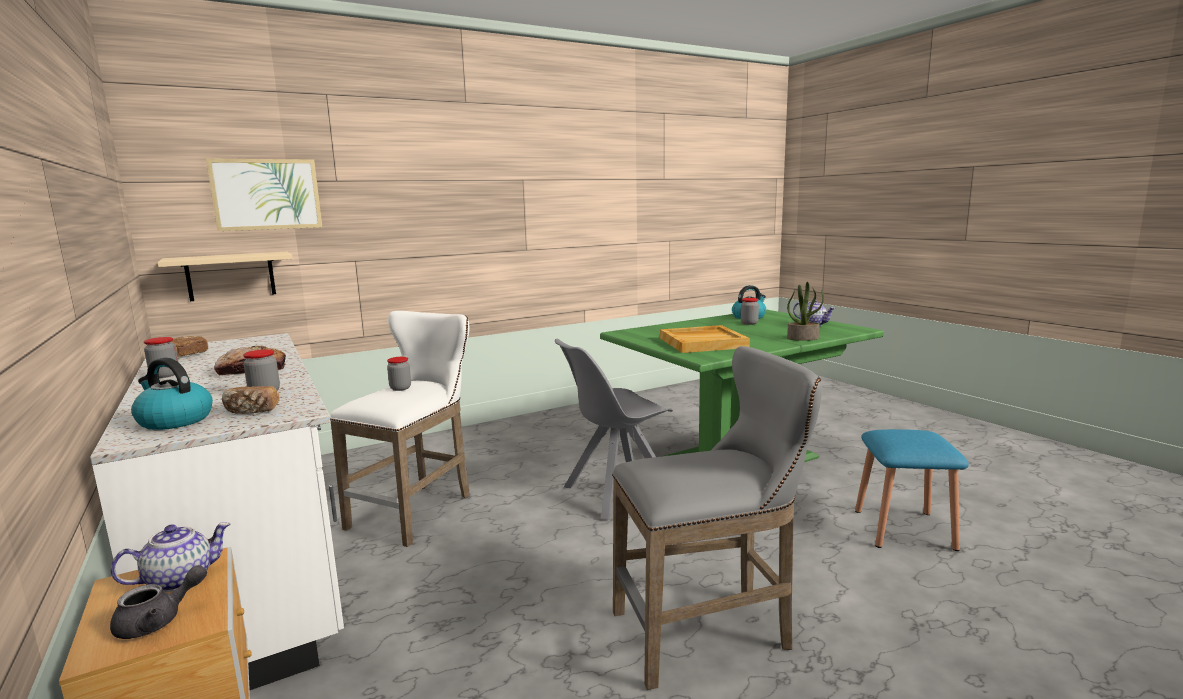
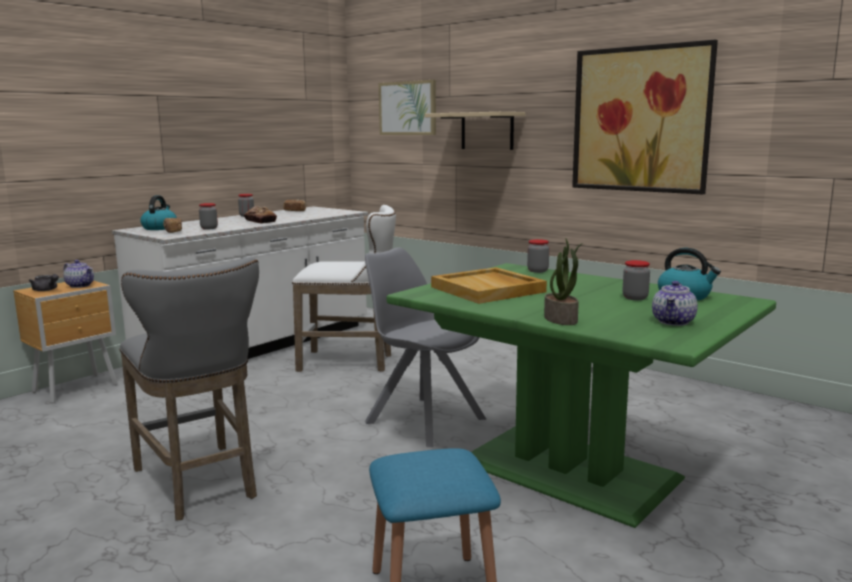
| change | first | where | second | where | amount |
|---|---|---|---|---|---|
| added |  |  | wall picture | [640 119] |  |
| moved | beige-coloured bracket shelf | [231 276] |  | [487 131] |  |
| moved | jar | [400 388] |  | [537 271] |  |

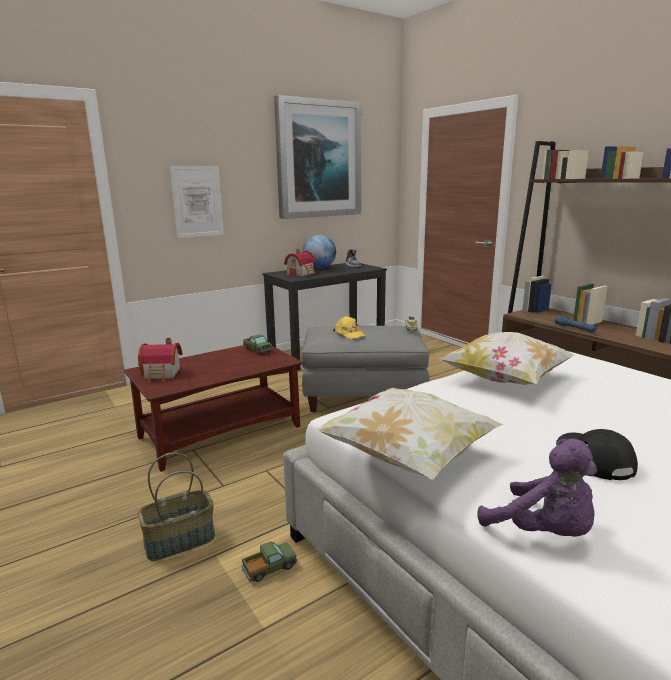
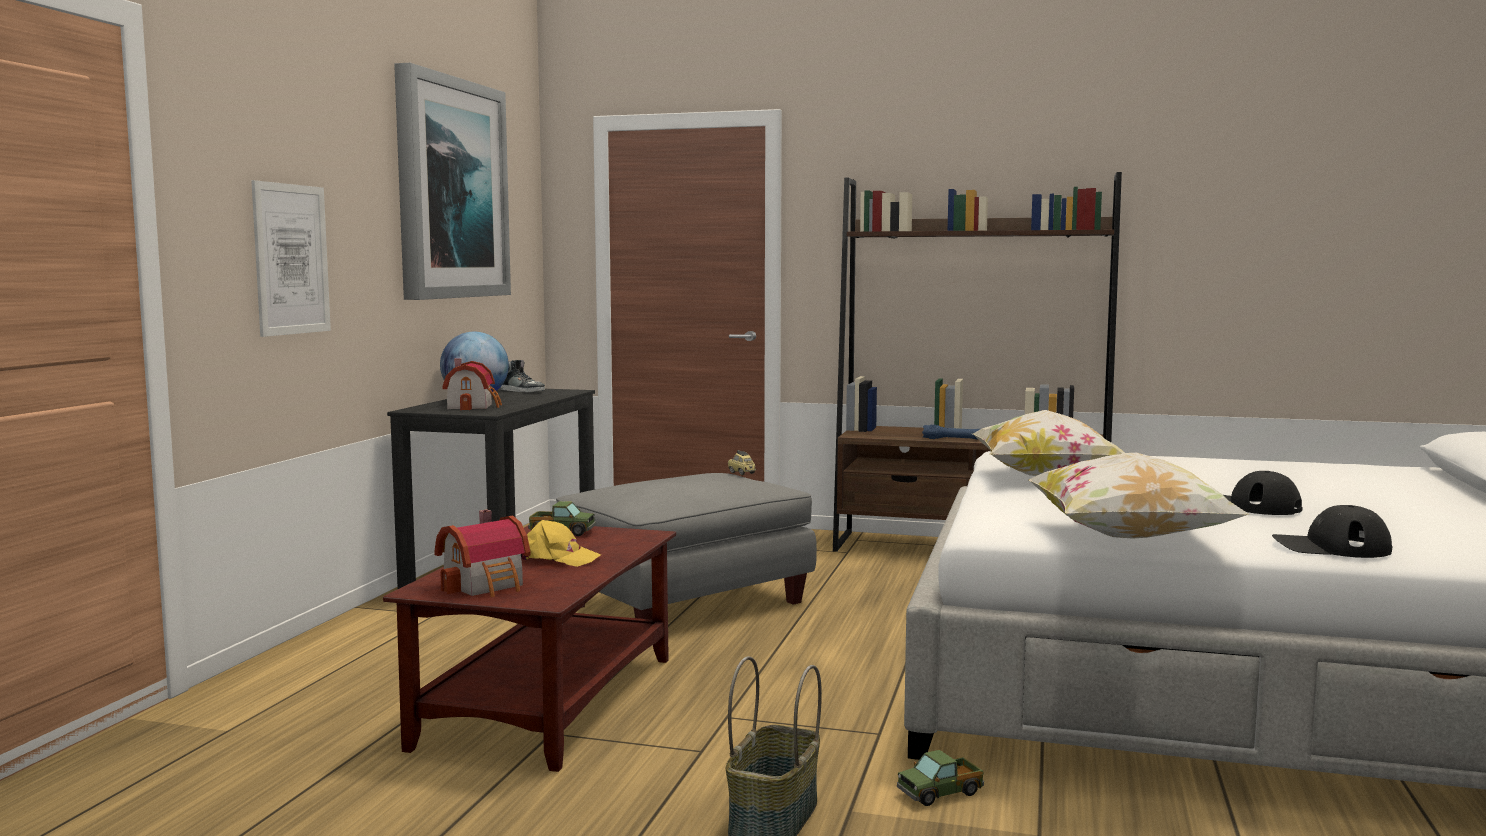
| change | first | where | second | where | amount |
|---|---|---|---|---|---|
| moved | yellow-coloured baseball cap | [349 334] |  | [557 558] |  |
| replaced | purple-coloured plush toy | [543 532] | black-coloured baseball cap | [1330 547] |  |
| turned | toy truck | [269 568] |  | [940 793] | 135 degrees counterclockwise |

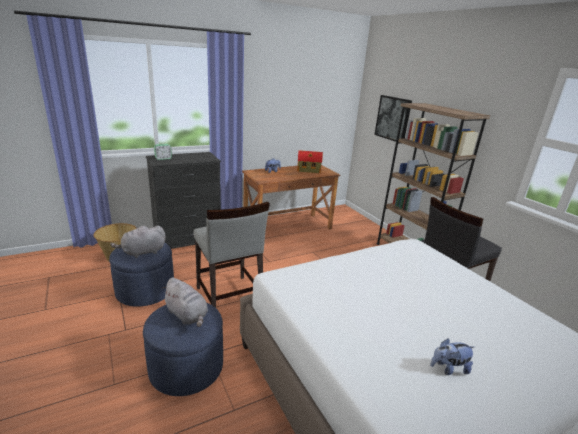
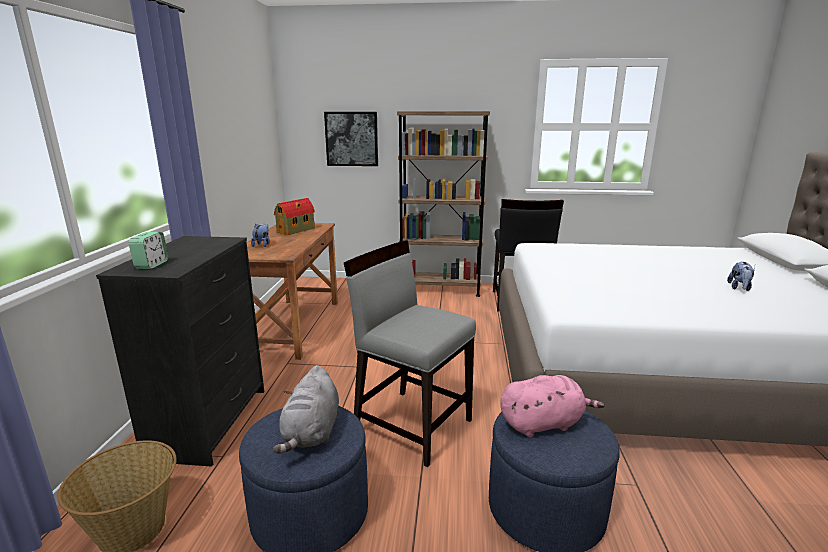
| change | first | where | second | where | amount |
|---|---|---|---|---|---|
| recoloured | grey plush toy | [187 315] | pink-coloured plush toy | [543 423] |  |
| turned | grey plain chair | [229 297] |  | [412 424] | 150 degrees counterclockwise |

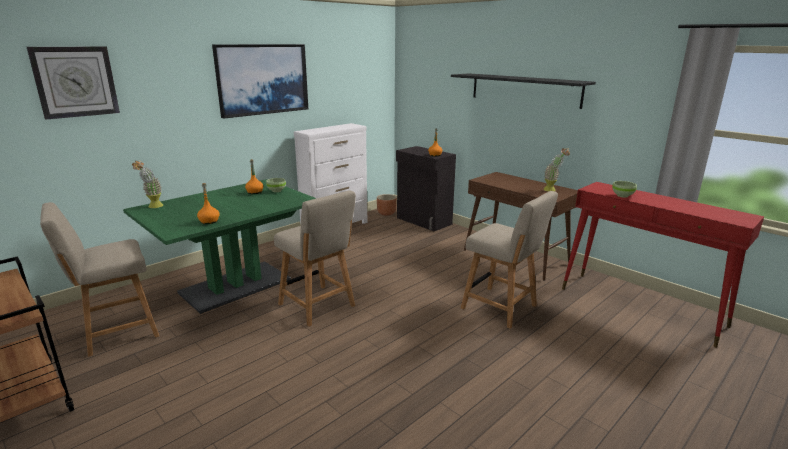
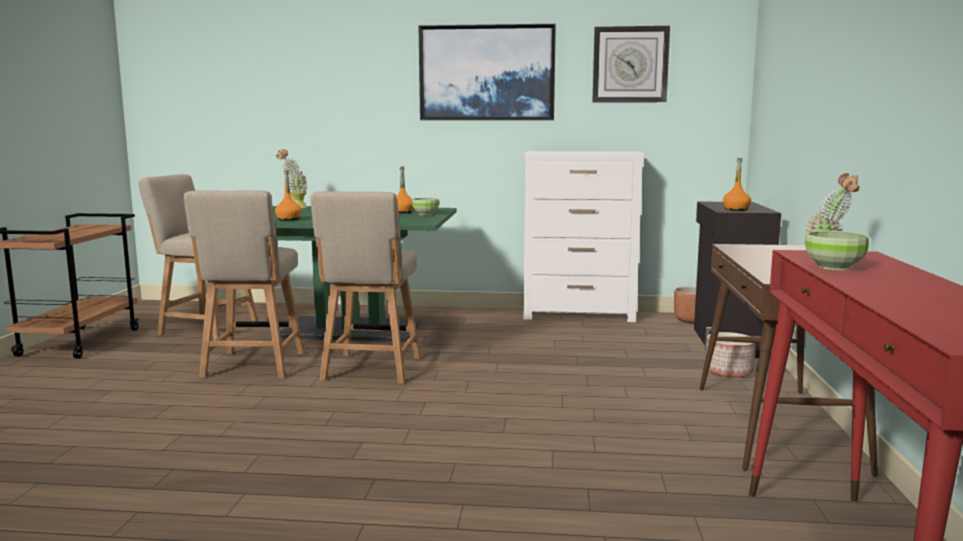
| change | first | where | second | where | amount |
|---|---|---|---|---|---|
| removed | black-coloured bracket shelf | [524 90] |  |  |  |
| added |  |  | plant pot | [728 372] |  |
| moved | hanging clock | [75 82] |  | [630 64] |  |
| moved | beige-coloured plain chair | [502 308] |  | [252 366] |  |

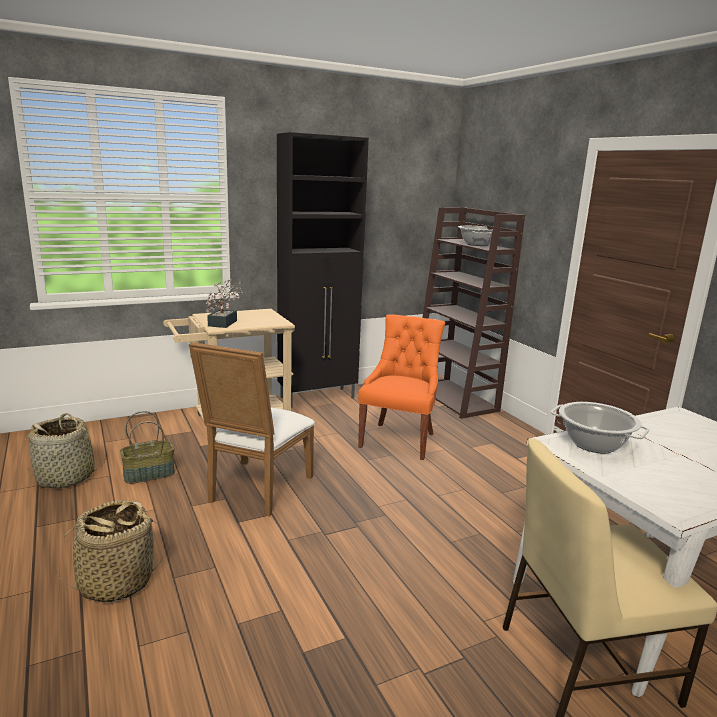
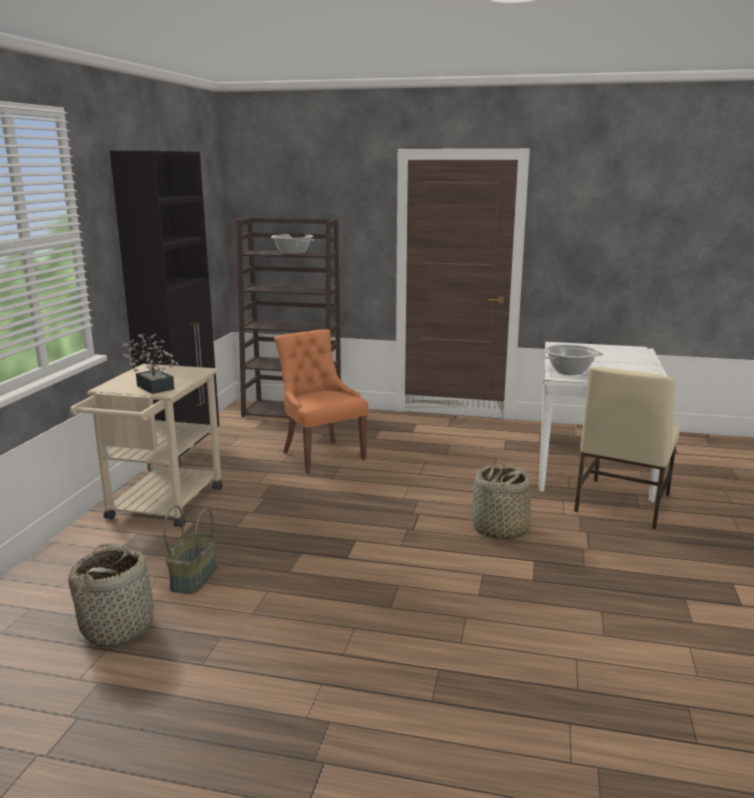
| change | first | where | second | where | amount |
|---|---|---|---|---|---|
| removed | white-coloured plain chair | [256 490] |  |  |  |
| moved | household basket | [116 582] |  | [499 529] |  |

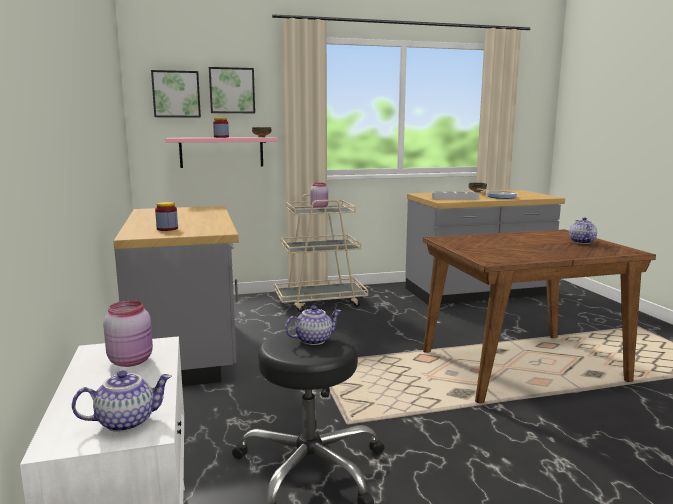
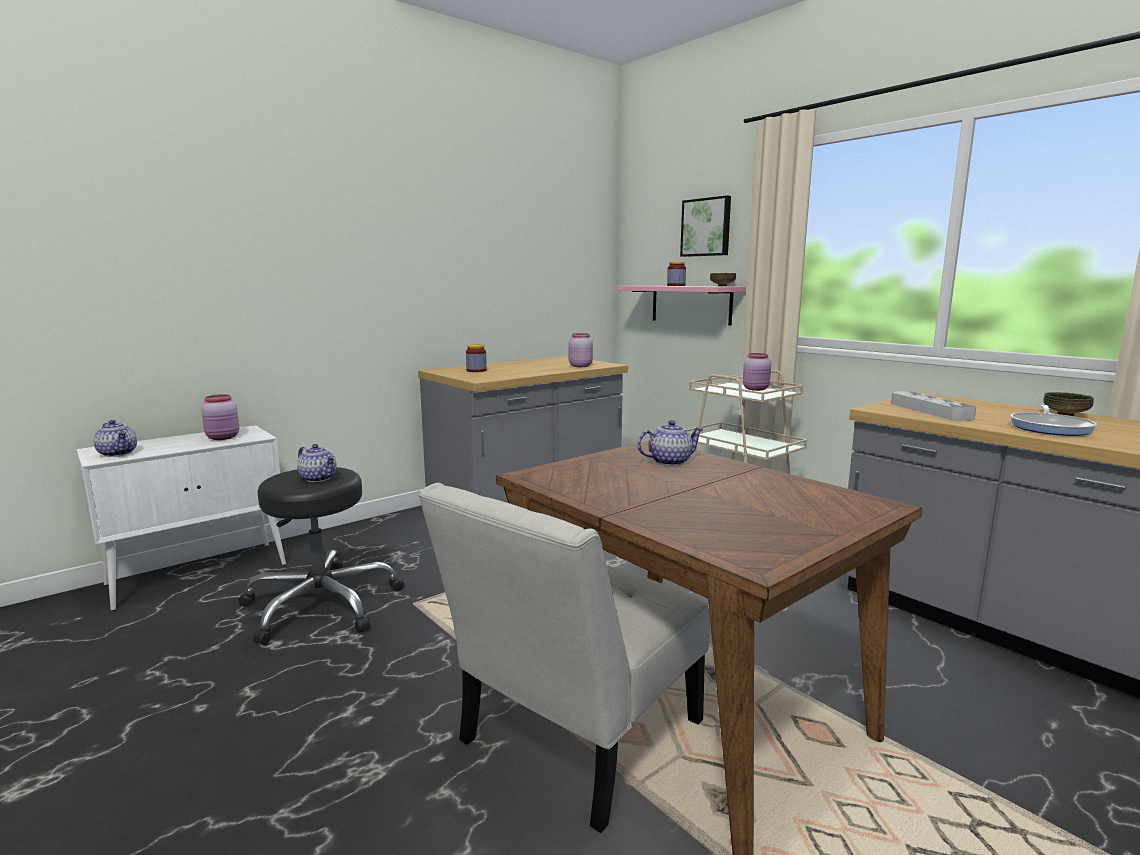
| change | first | where | second | where | amount |
|---|---|---|---|---|---|
| removed | wall picture | [176 94] |  |  |  |
| added |  |  | white-coloured plain chair | [573 739] |  |
| added |  |  | pink-coloured jar | [580 366] |  |
| moved | teapot | [581 242] |  | [669 461] |  |

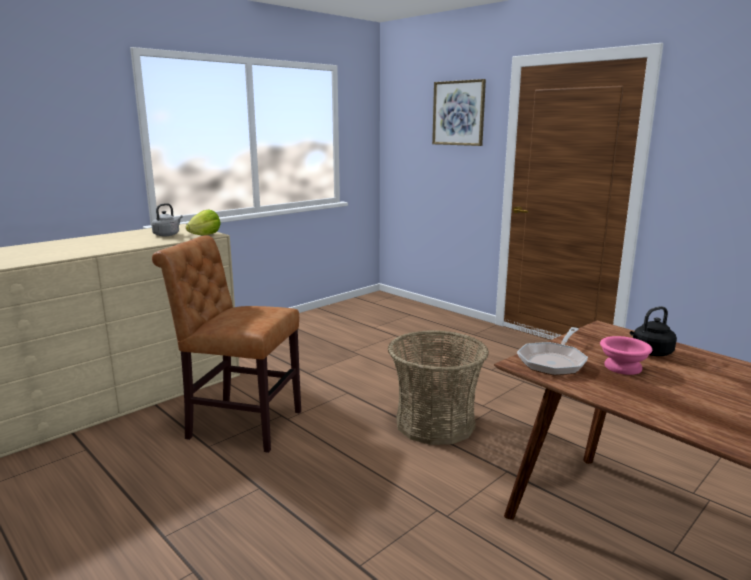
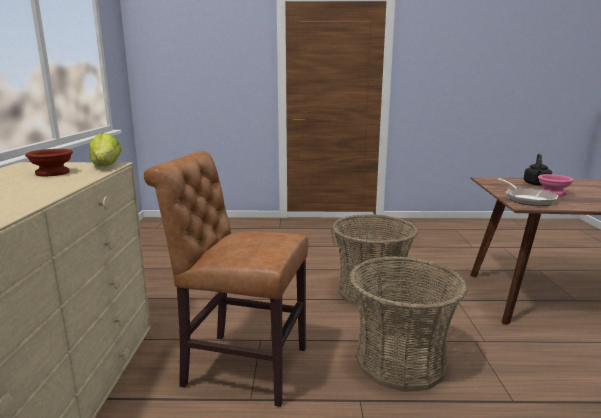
| change | first | where | second | where | amount |
|---|---|---|---|---|---|
| removed | wall picture | [458 113] |  |  |  |
| added |  |  | household basket | [400 361] |  |
| replaced | grey tea kettle | [167 235] | brown deep dish | [52 173] |  |
| turned | brown plain chair | [239 424] |  | [239 366] | 45 degrees clockwise |

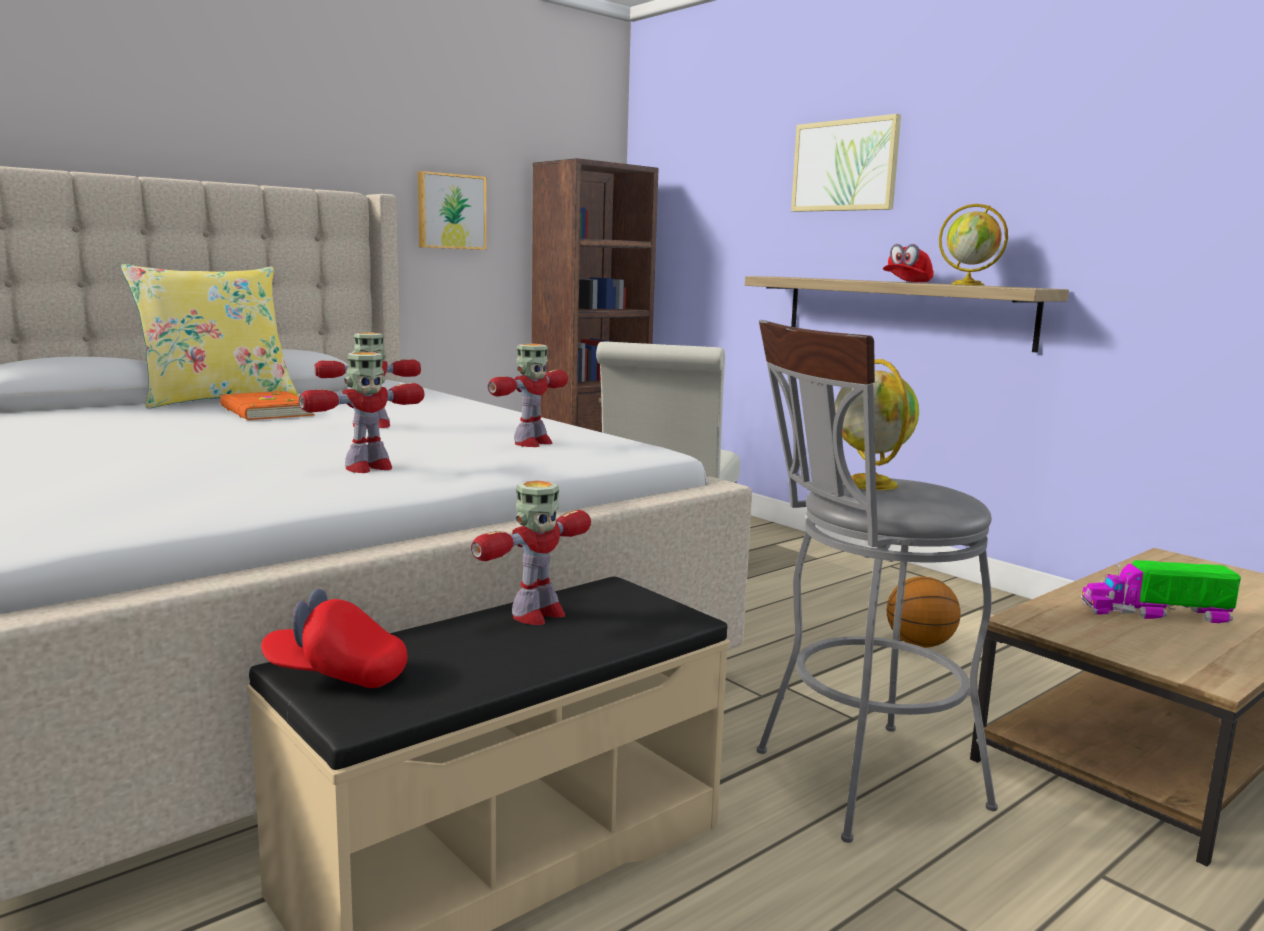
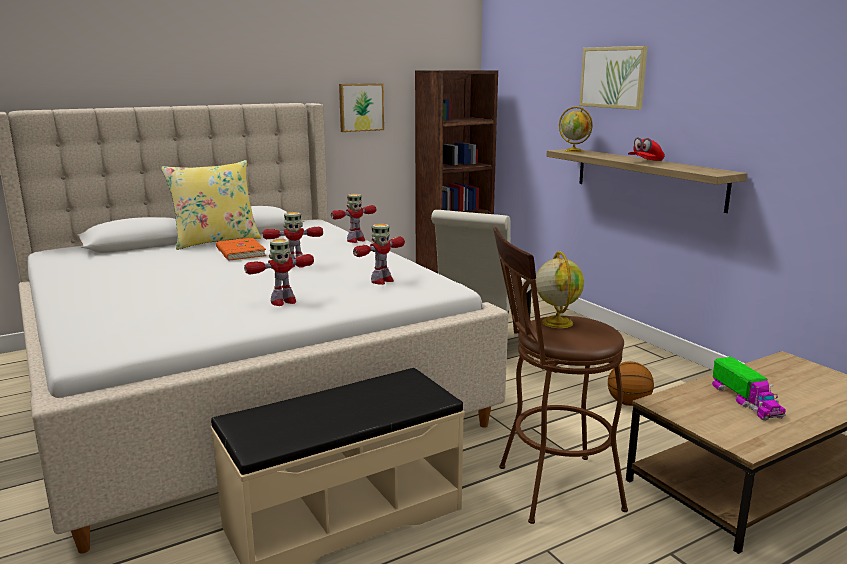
| change | first | where | second | where | amount |
|---|---|---|---|---|---|
| removed | red baseball cap | [336 675] |  |  |  |
| moved | robot figure | [536 615] |  | [355 240] |  |
| moved | globe | [969 285] |  | [574 151] |  |
| recoloured | grey stool | [854 782] | brown stool | [549 489] |  |
| turned | toy truck | [1155 613] |  | [745 401] | 120 degrees counterclockwise |

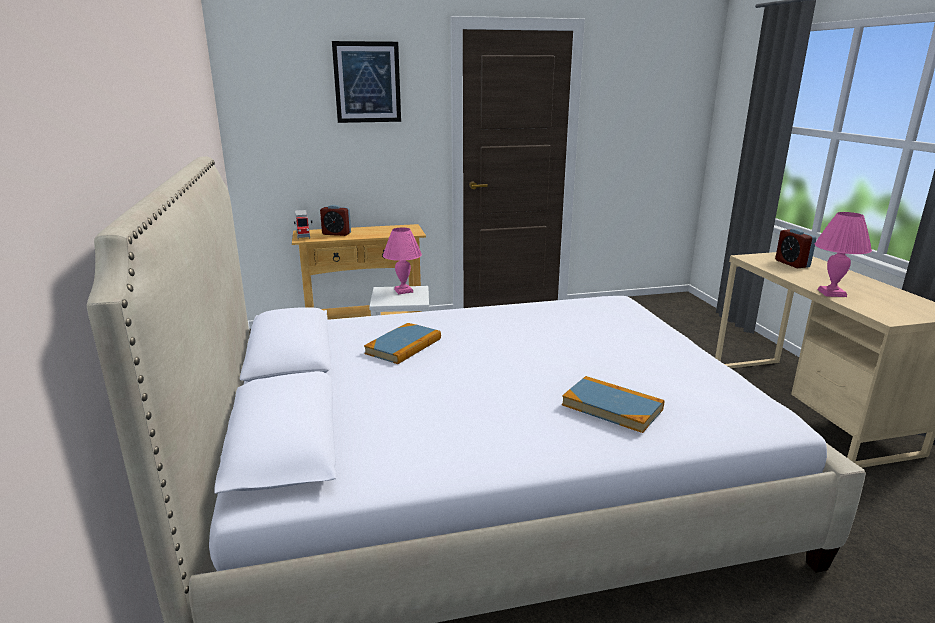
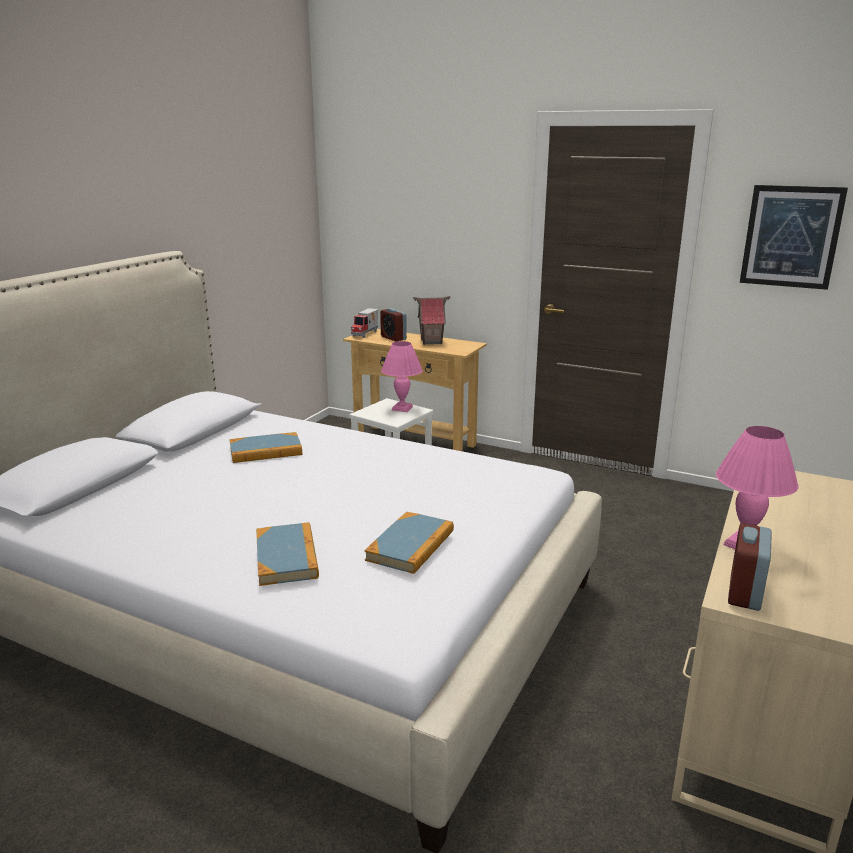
| change | first | where | second | where | amount |
|---|---|---|---|---|---|
| added |  |  | book | [410 546] |  |
| added |  |  | toy house | [431 341] |  |
| moved | wall picture | [367 82] |  | [791 236] |  |
| moved | table clock | [792 264] |  | [744 592] |  |

